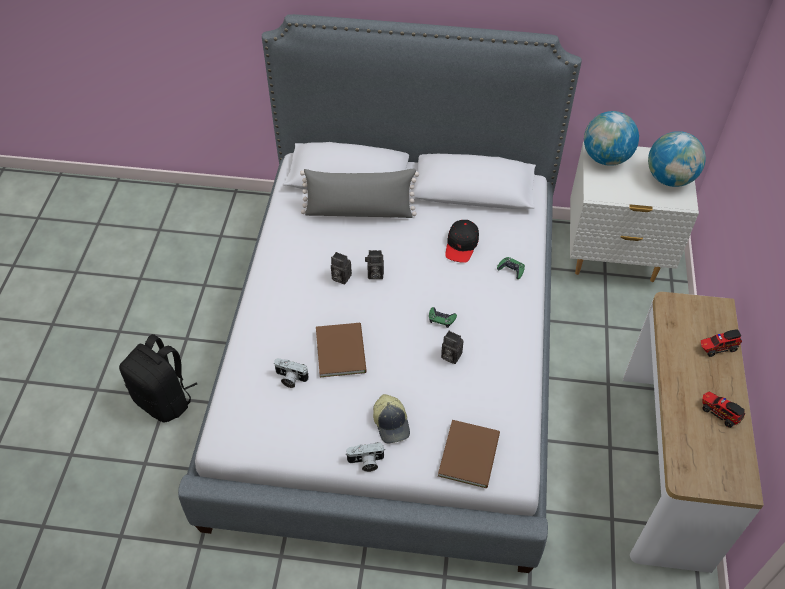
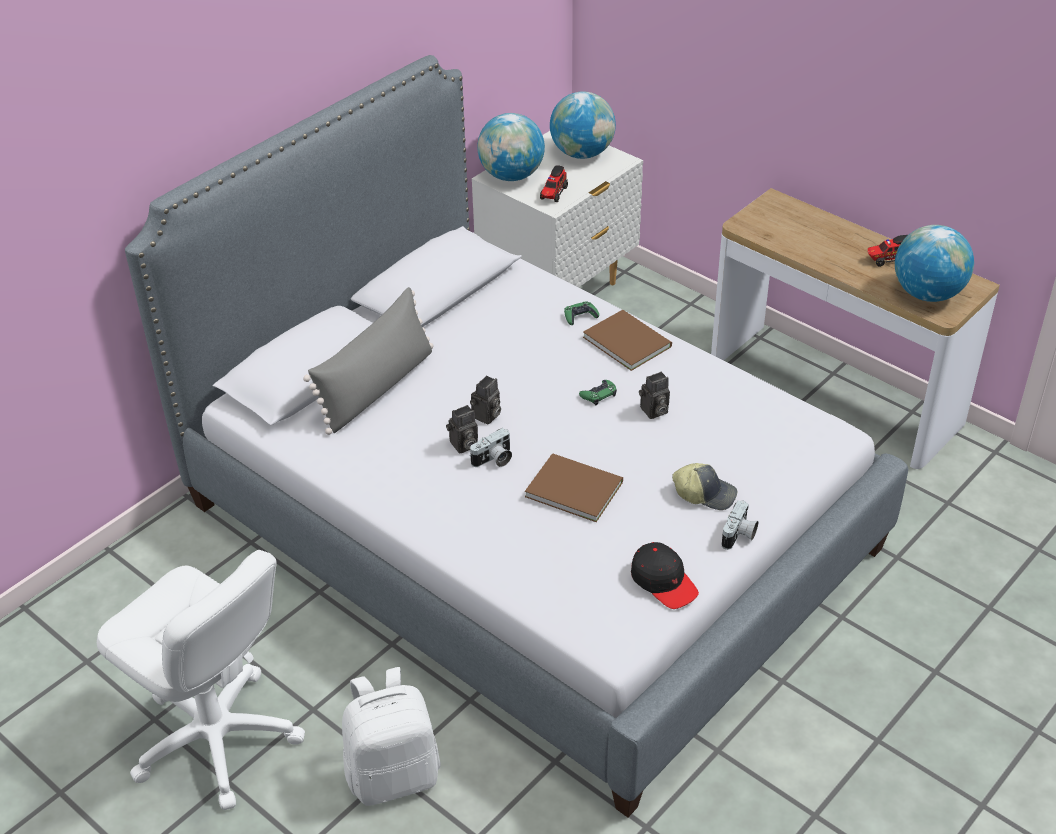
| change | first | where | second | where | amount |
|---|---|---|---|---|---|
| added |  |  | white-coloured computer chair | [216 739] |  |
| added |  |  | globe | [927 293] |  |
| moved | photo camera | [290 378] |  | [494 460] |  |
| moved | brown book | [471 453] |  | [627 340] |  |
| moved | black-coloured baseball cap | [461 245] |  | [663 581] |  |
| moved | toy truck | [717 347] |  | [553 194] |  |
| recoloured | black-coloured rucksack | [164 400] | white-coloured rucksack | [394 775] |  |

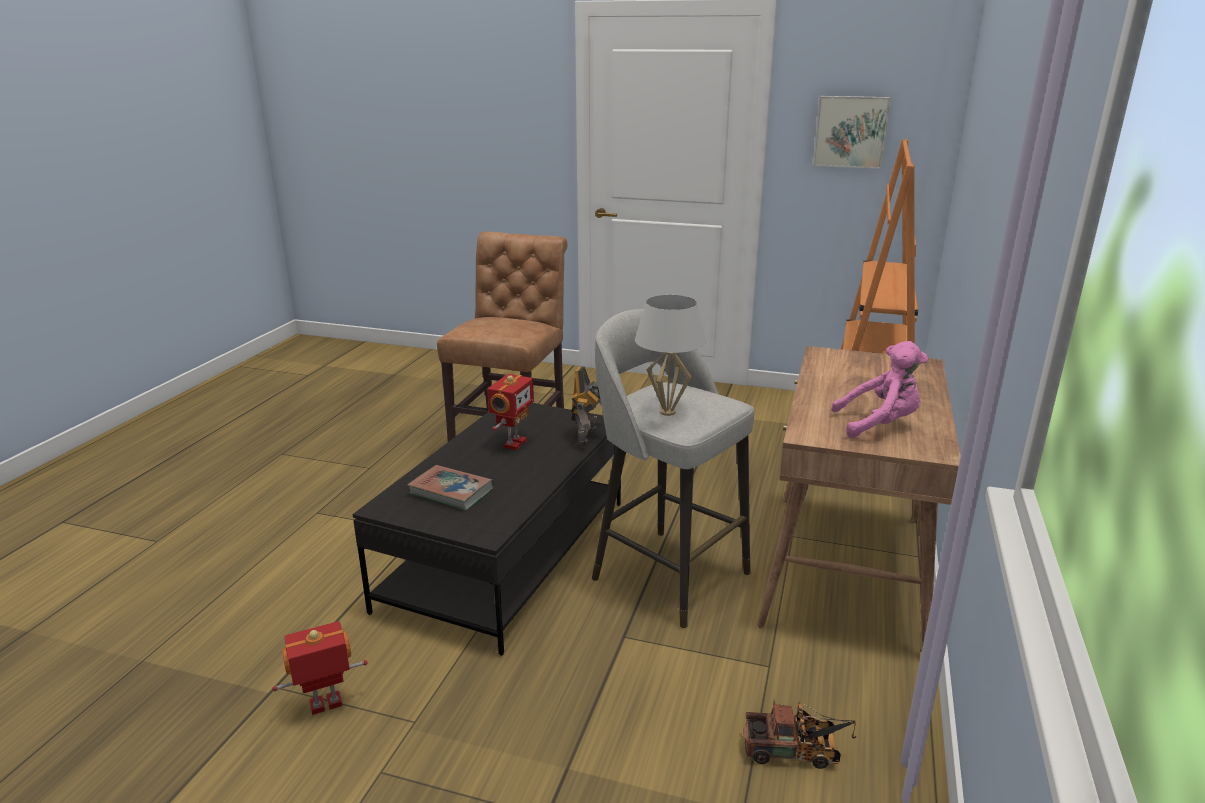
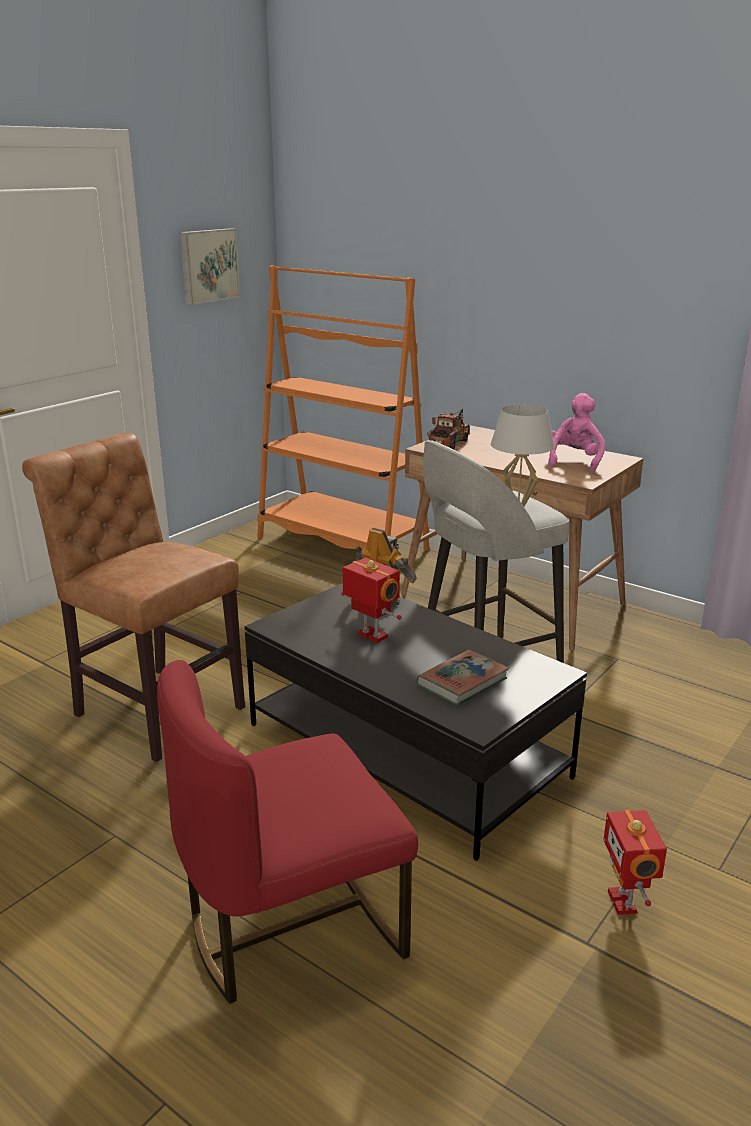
| change | first | where | second | where | amount |
|---|---|---|---|---|---|
| added |  |  | red plain chair | [291 926] |  |
| moved | toy truck | [797 751] |  | [450 443] |  |

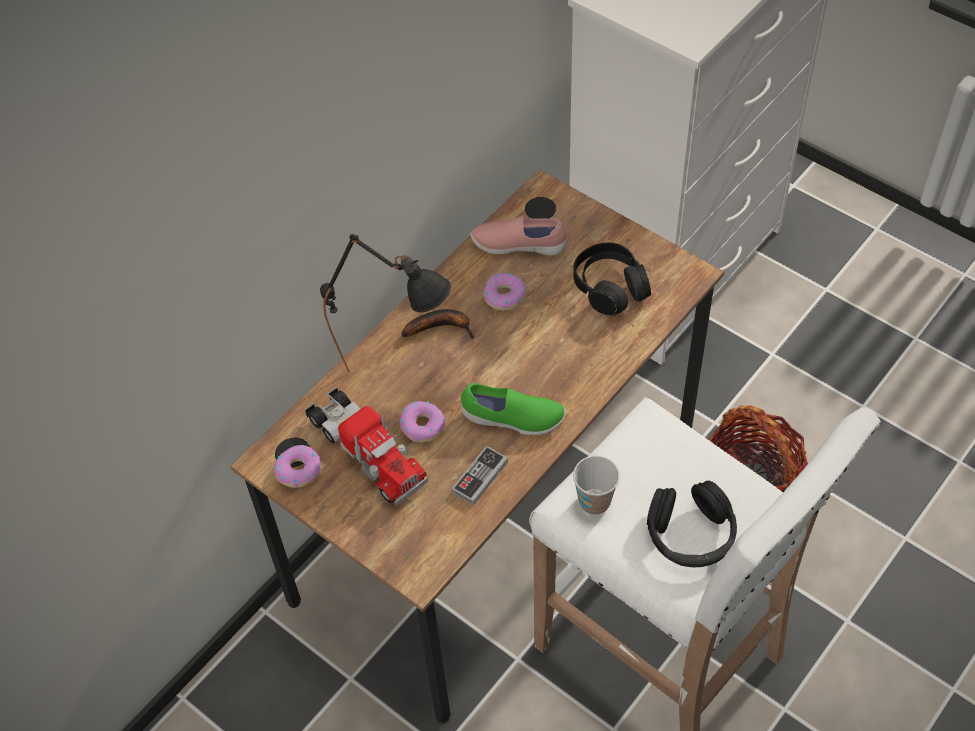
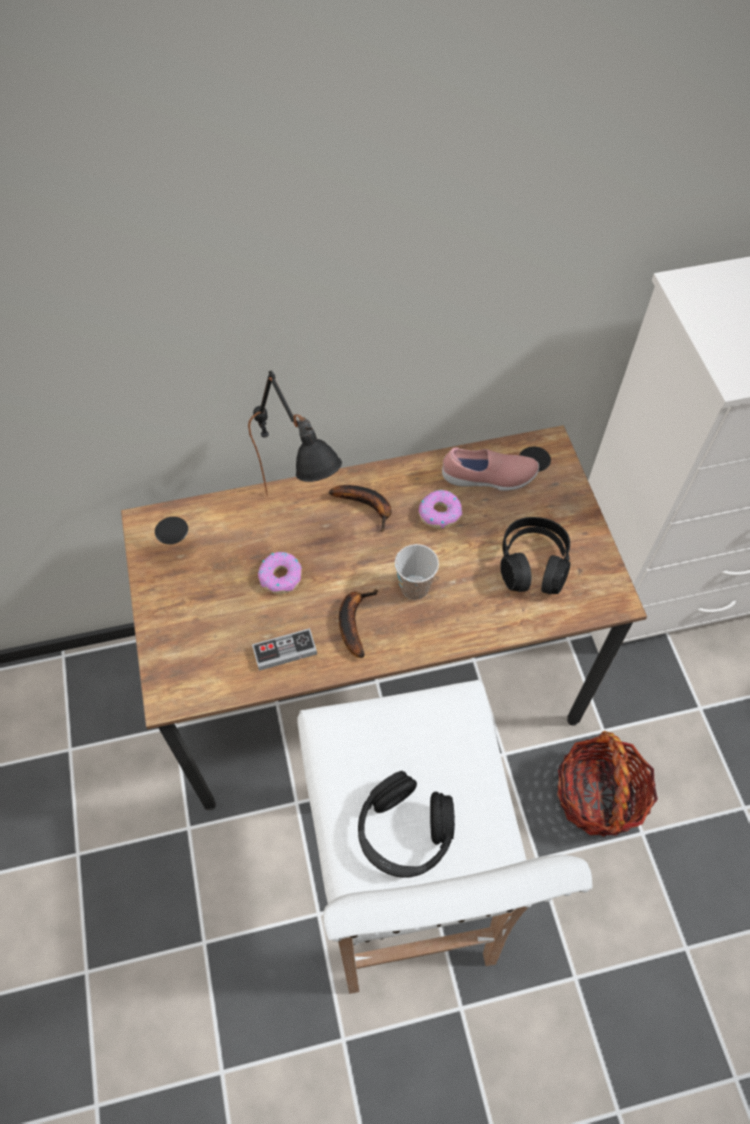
| change | first | where | second | where | amount |
|---|---|---|---|---|---|
| removed | ring doughnut | [298 470] |  |  |  |
| removed | toy truck | [365 451] |  |  |  |
| moved | cup | [594 501] |  | [414 587] |  |
| replaced | greenish item of footwear | [513 419] | banana | [353 621] |  |
| turned | pink-coloured item of footwear | [518 245] |  | [489 478] | 135 degrees clockwise |

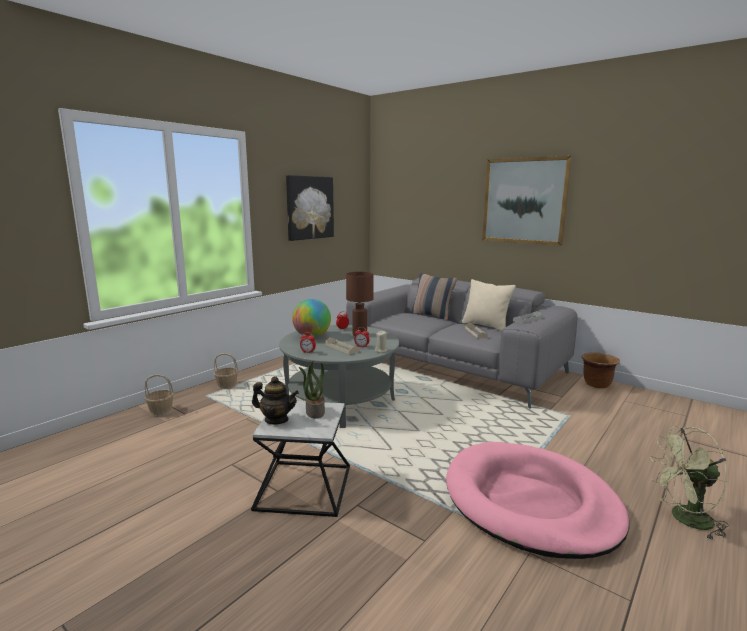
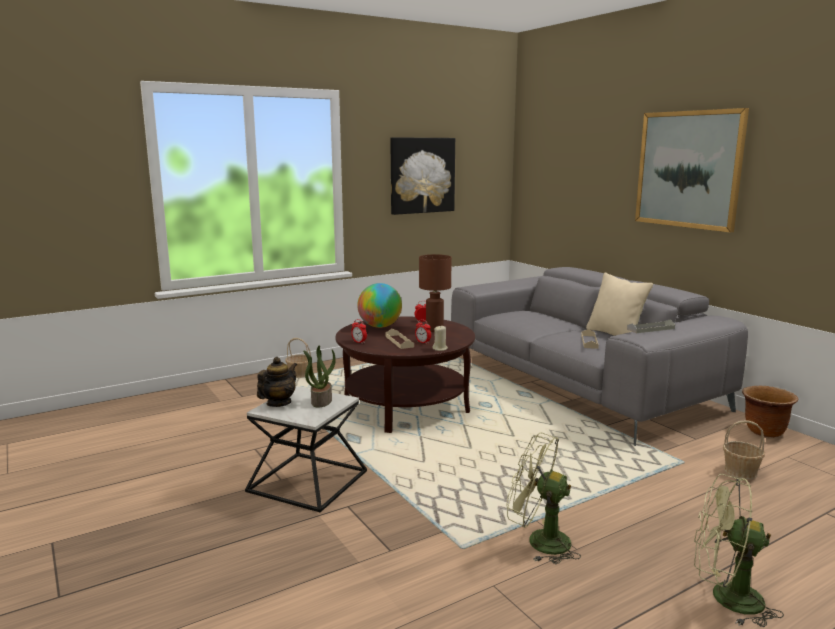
| change | first | where | second | where | amount |
|---|---|---|---|---|---|
| removed | cushion | [432 315] |  |  |  |
| moved | household basket | [161 411] |  | [741 472] |  |
| replaced | pink-coloured pet bed | [530 502] | greenish fan | [539 541] |  |
| recoloured | grey coffee table | [340 402] | brown coffee table | [406 407] |  |
| turned | teapot | [276 420] |  | [278 403] | 90 degrees counterclockwise |

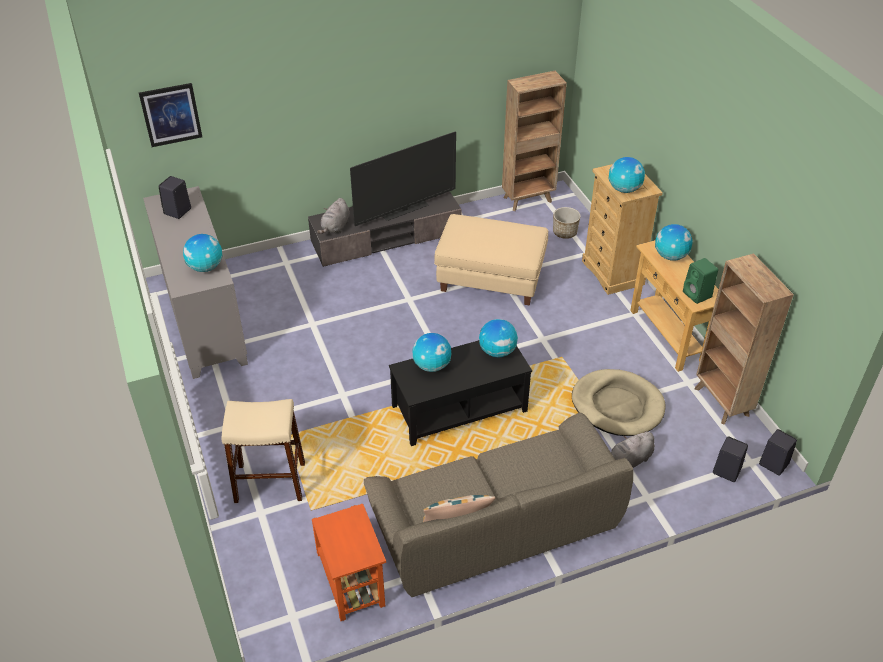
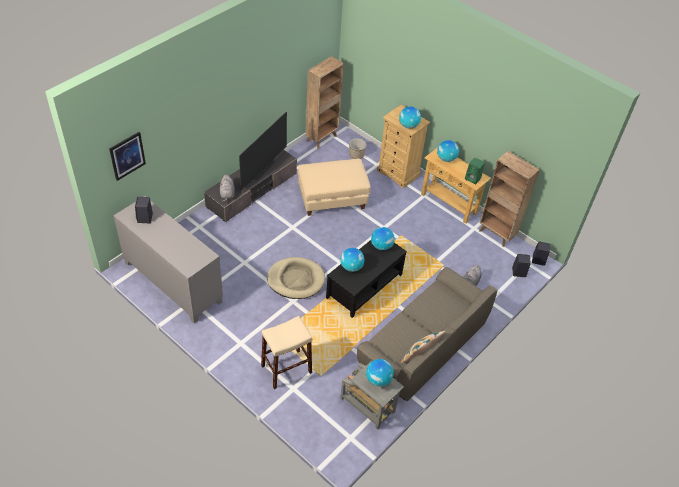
| change | first | where | second | where | amount |
|---|---|---|---|---|---|
| moved | globe | [206 267] |  | [378 379] |  |
| moved | beige-coloured pet bed | [617 405] |  | [296 280] |  |
| recoloured | orange-coloured accent table | [351 581] | grey accent table | [368 406] |  |

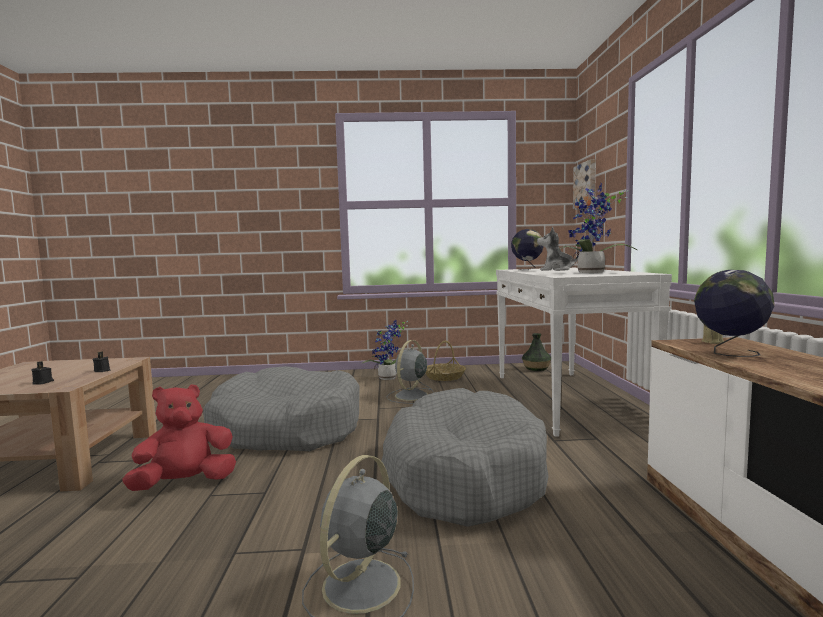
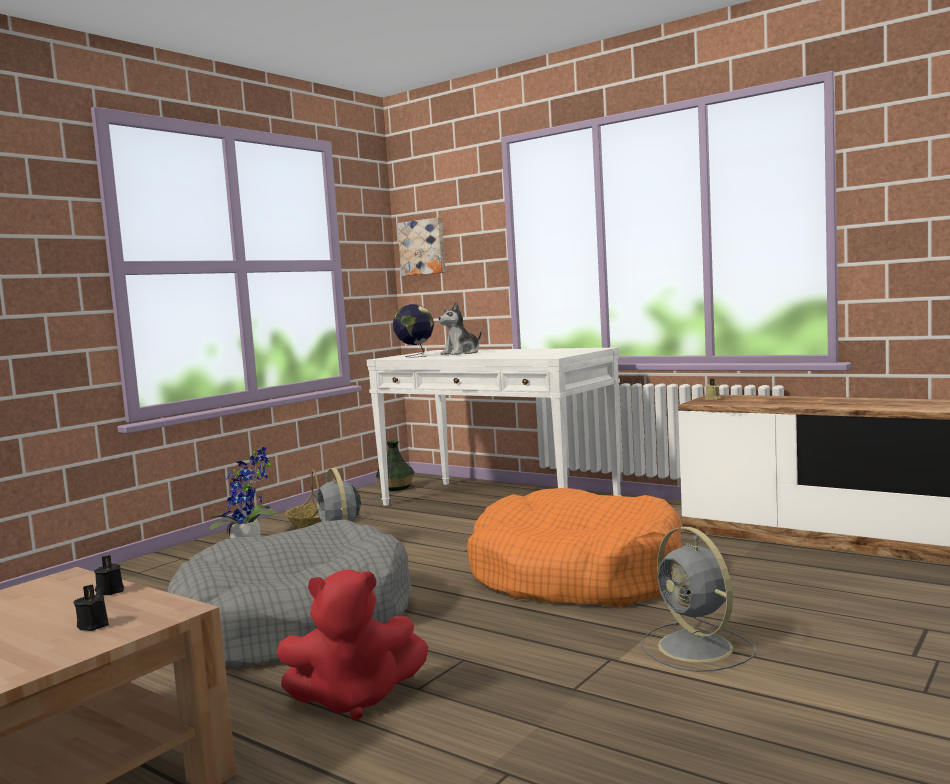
| change | first | where | second | where | amount |
|---|---|---|---|---|---|
| removed | potted plant | [591 273] |  |  |  |
| removed | globe | [730 353] |  |  |  |
| recoloured | grey pet bed | [463 474] | orange-coloured pet bed | [576 576] |  |
| turned | red plush toy | [185 483] |  | [354 700] | 105 degrees counterclockwise |

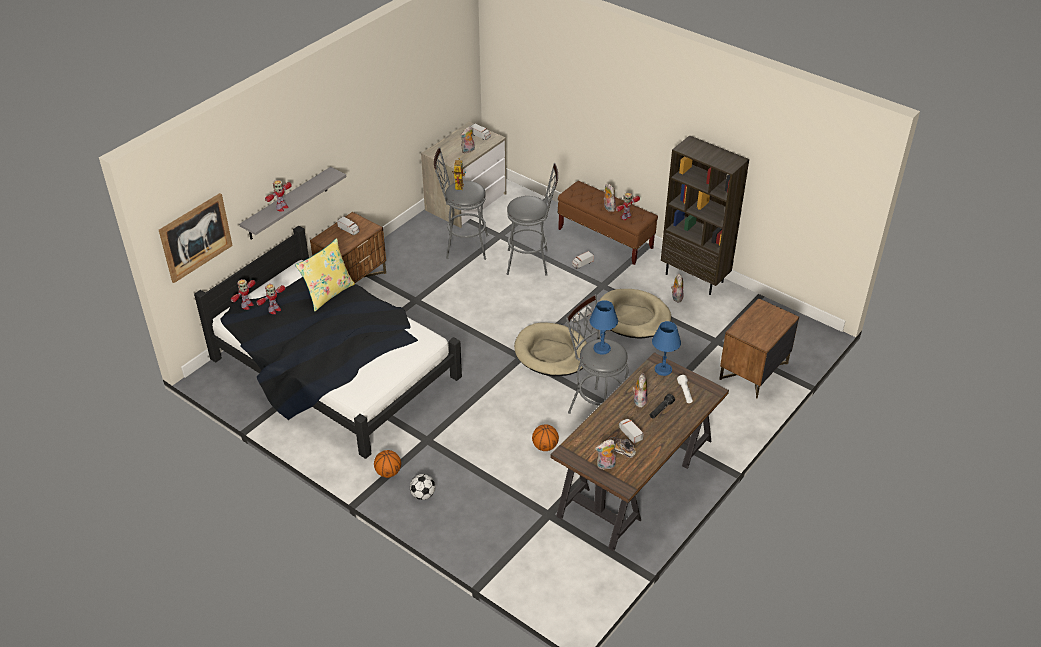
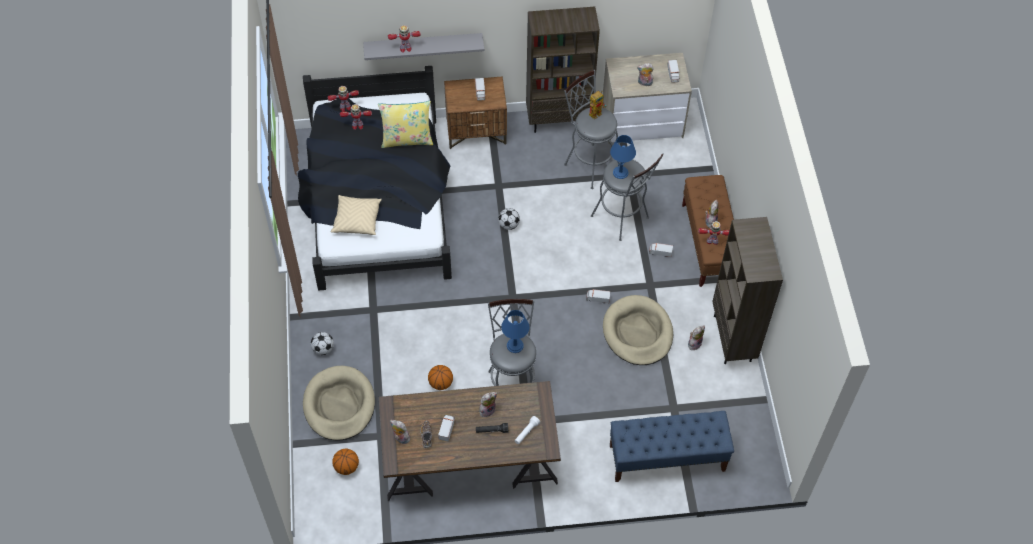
| change | first | where | second | where | amount |
|---|---|---|---|---|---|
| removed | wall picture | [196 237] |  |  |  |
| added |  |  | beige-coloured cushion | [357 220] |  |
| added |  |  | football ball | [509 225] |  |
| added |  |  | brown shelving unit | [558 120] |  |
| moved | basketball ball | [388 473] |  | [346 467] |  |
| moved | beige-coloured pet bed | [552 353] |  | [339 405] |  |
| moved | blue table lamp | [663 369] |  | [620 173] |  |
| replaced | brown nightstand | [753 371] | blue long seat | [666 458] |  |

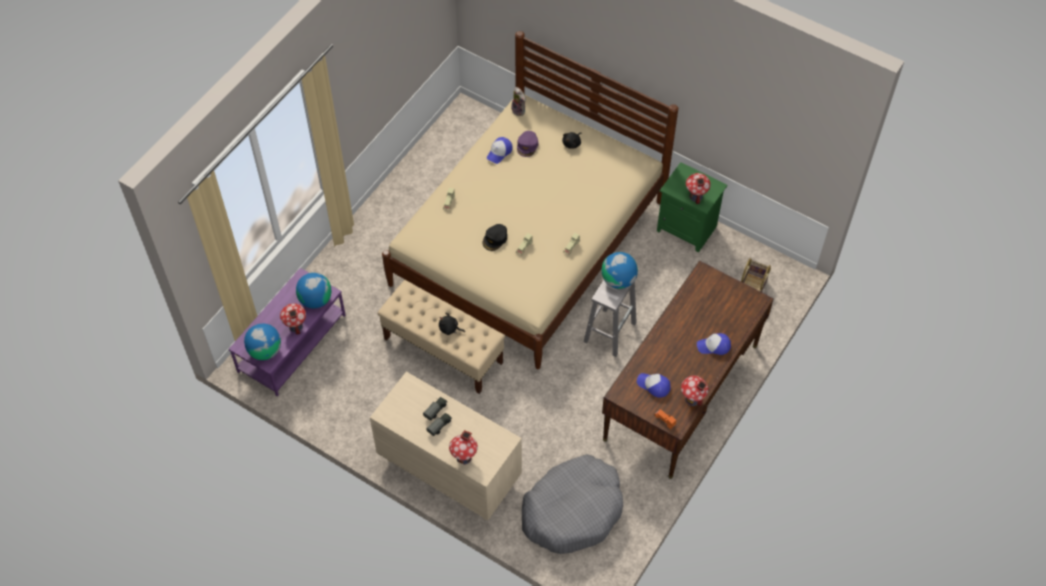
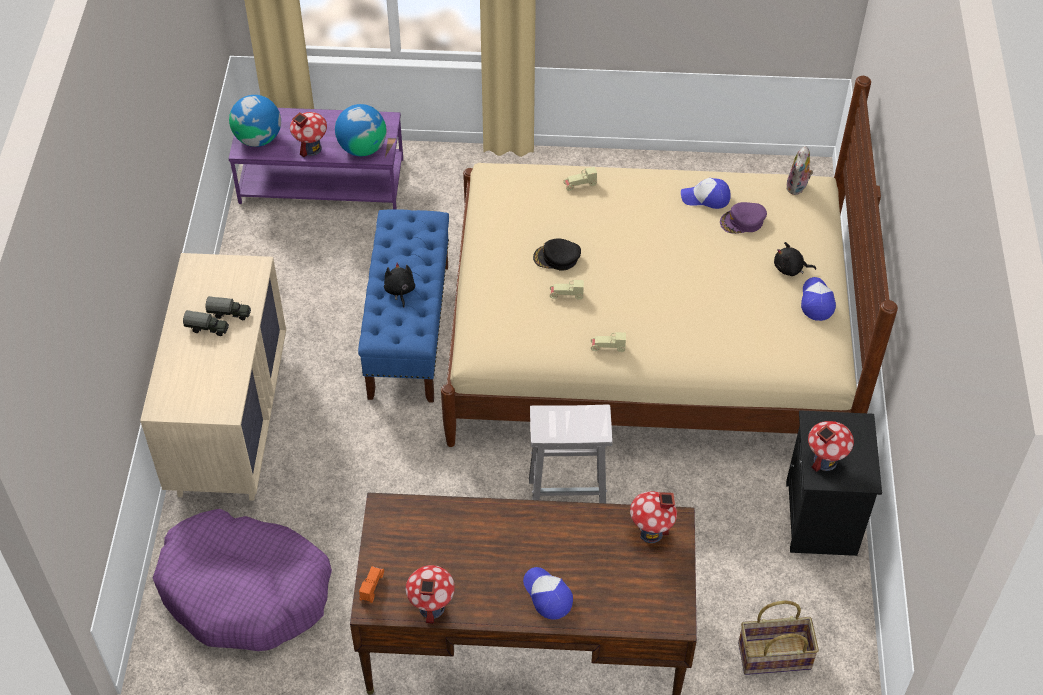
| change | first | where | second | where | amount |
|---|---|---|---|---|---|
| removed | globe | [618 280] |  |  |  |
| moved | toy house | [464 457] |  | [651 532] |  |
| moved | baseball cap | [653 385] |  | [816 301] |  |
| recoloured | beige-coloured long seat | [443 351] | blue long seat | [409 331] |  |
| recoloured | grey pet bed | [572 510] | purple-coloured pet bed | [245 591] |  |
| recoloured | greenish nightstand | [687 228] | black-coloured nightstand | [822 519] |  |

